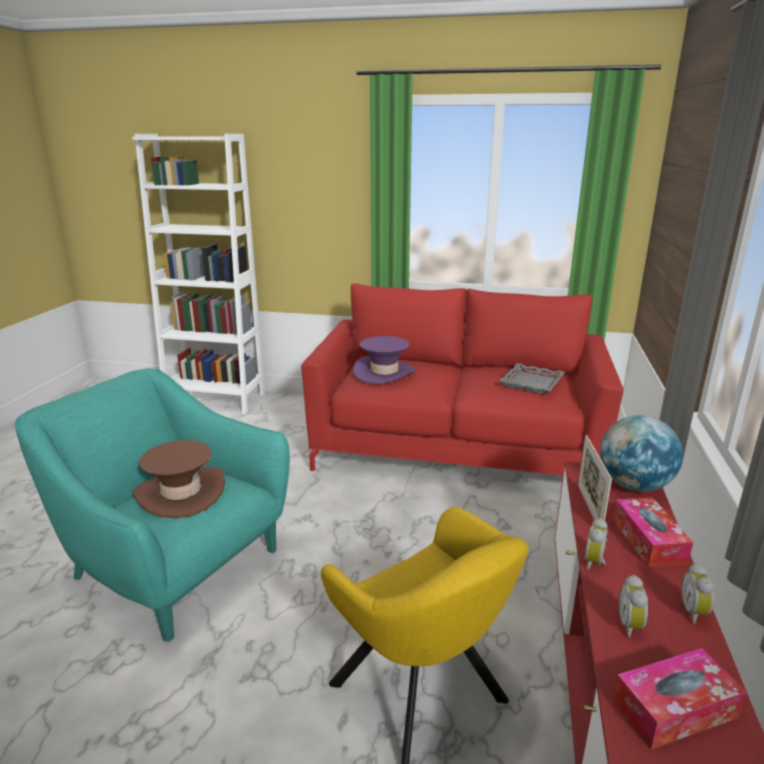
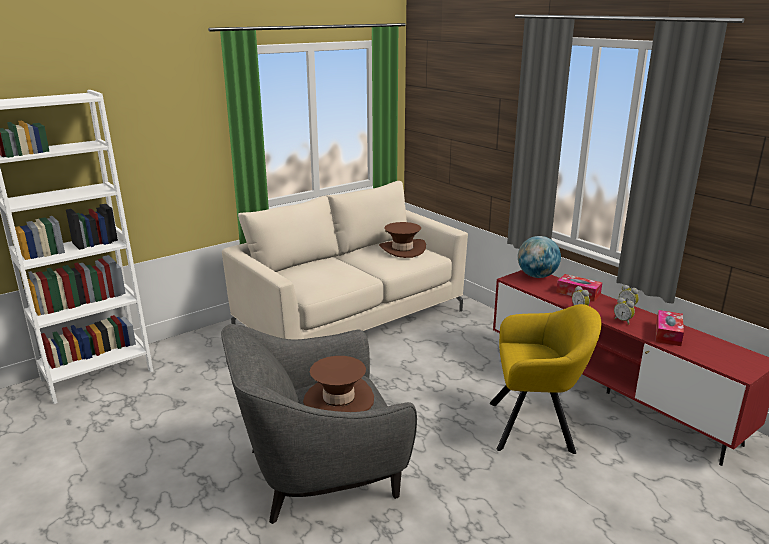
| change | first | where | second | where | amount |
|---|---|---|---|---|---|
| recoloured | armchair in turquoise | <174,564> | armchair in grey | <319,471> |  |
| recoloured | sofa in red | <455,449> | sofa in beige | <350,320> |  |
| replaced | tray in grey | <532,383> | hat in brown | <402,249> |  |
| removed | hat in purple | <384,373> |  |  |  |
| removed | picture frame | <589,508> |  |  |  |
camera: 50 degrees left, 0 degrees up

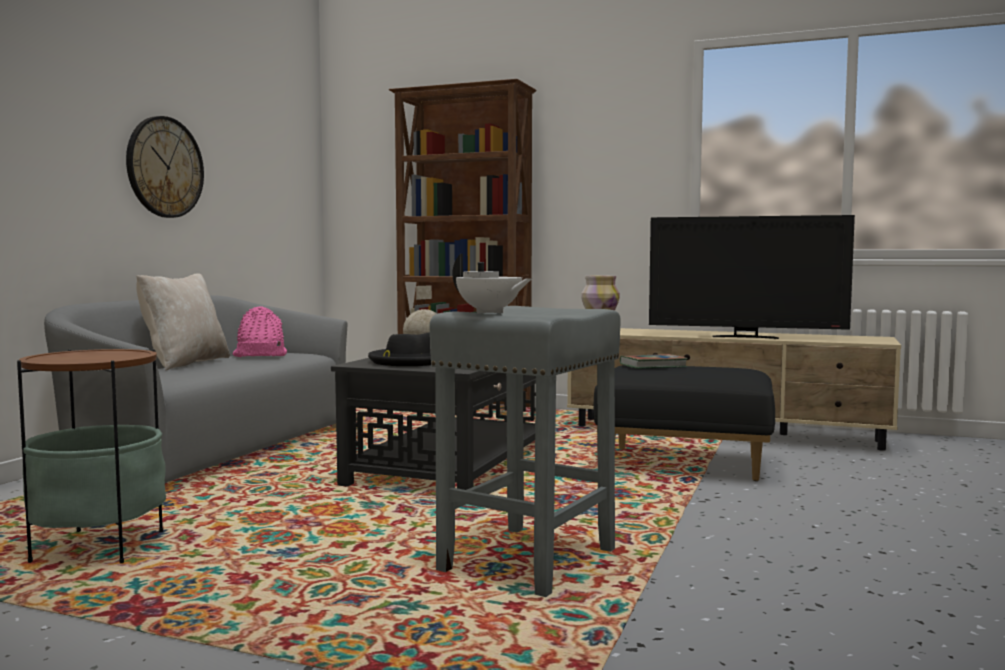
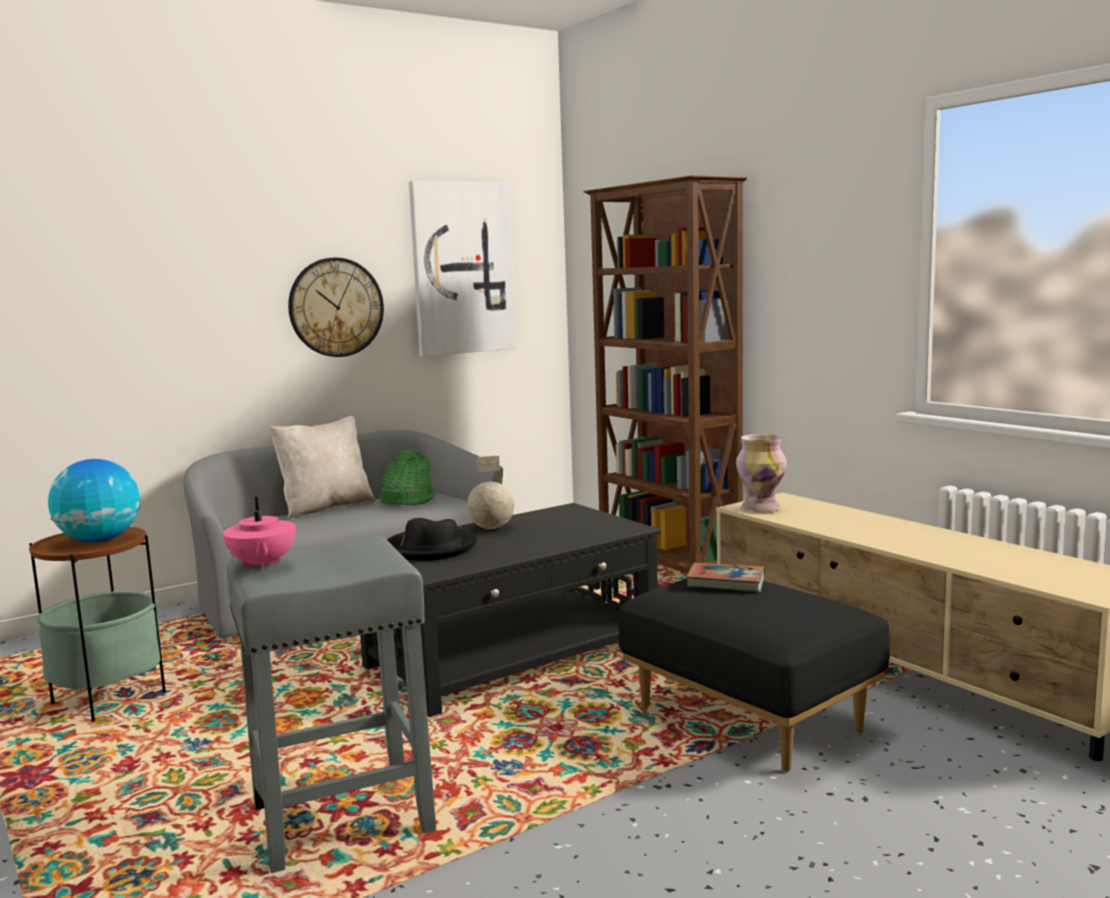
| change | first | where | second | where | amount |
|---|---|---|---|---|---|
| added |  |  | globe | <99,540> |  |
| recoloured | teapot in white | <489,312> | teapot in pink | <261,565> |  |
| recoloured | hat in pink | <259,356> | hat in green | <407,500> |  |
| added |  |  | picture | <463,268> |  |
| removed | television | <745,337> |  |  |  |
camera: 35 degrees right, 5 degrees up

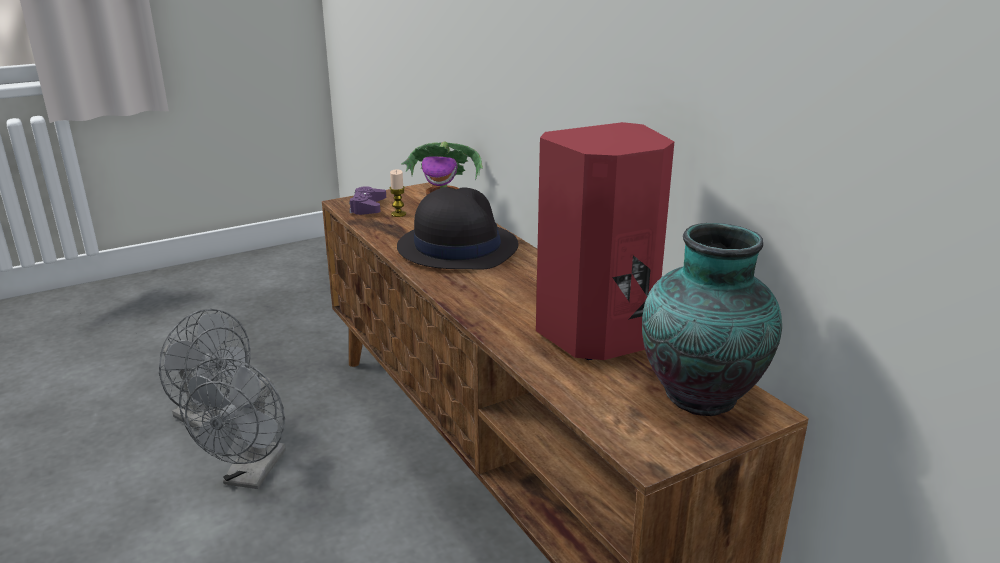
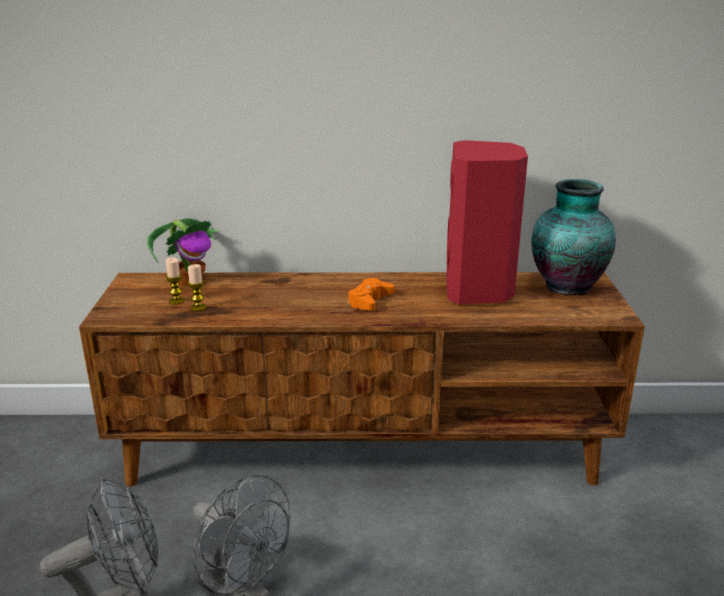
| change | first | where | second | where | amount |
|---|---|---|---|---|---|
| added |  |  | candle | <198,307> |  |
| added |  |  | game controller in orange | <369,301> |  |
| removed | game controller in purple | <368,207> |  |  |  |
| removed | hat in black | <457,247> |  |  |  |
camera: 60 degrees left, 0 degrees up

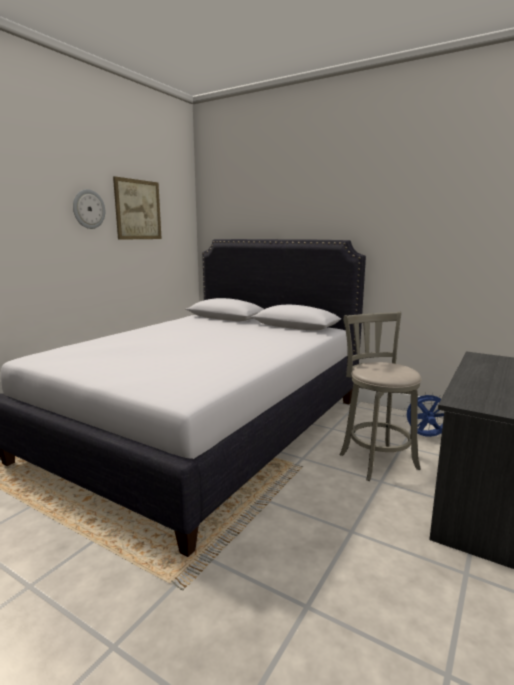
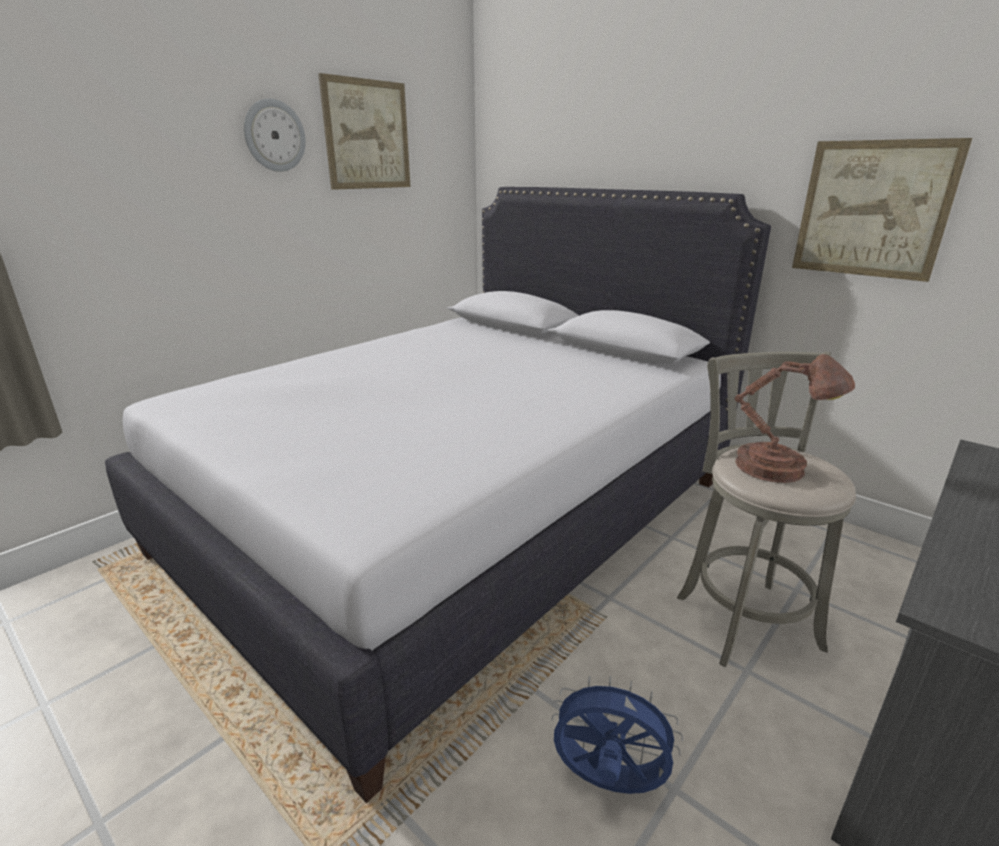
| change | first | where | second | where | amount |
|---|---|---|---|---|---|
| moved | fan in blue | <426,437> |  | <607,783> |  |
| added |  |  | table lamp in brown | <775,468> |  |
| added |  |  | picture | <872,209> |  |
camera: 10 degrees right, 10 degrees up

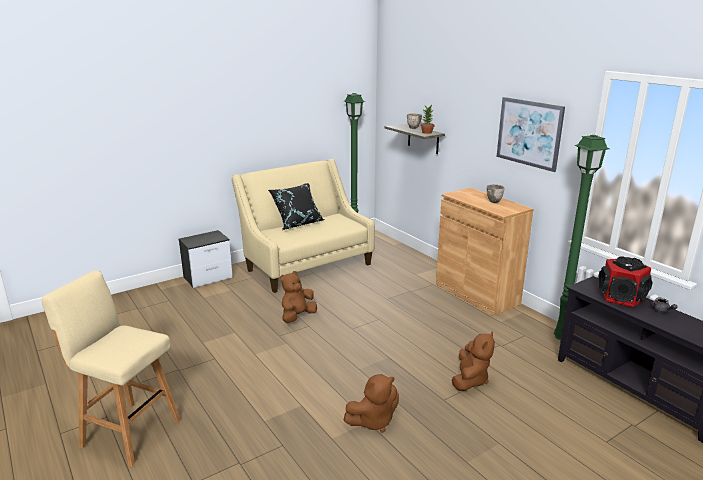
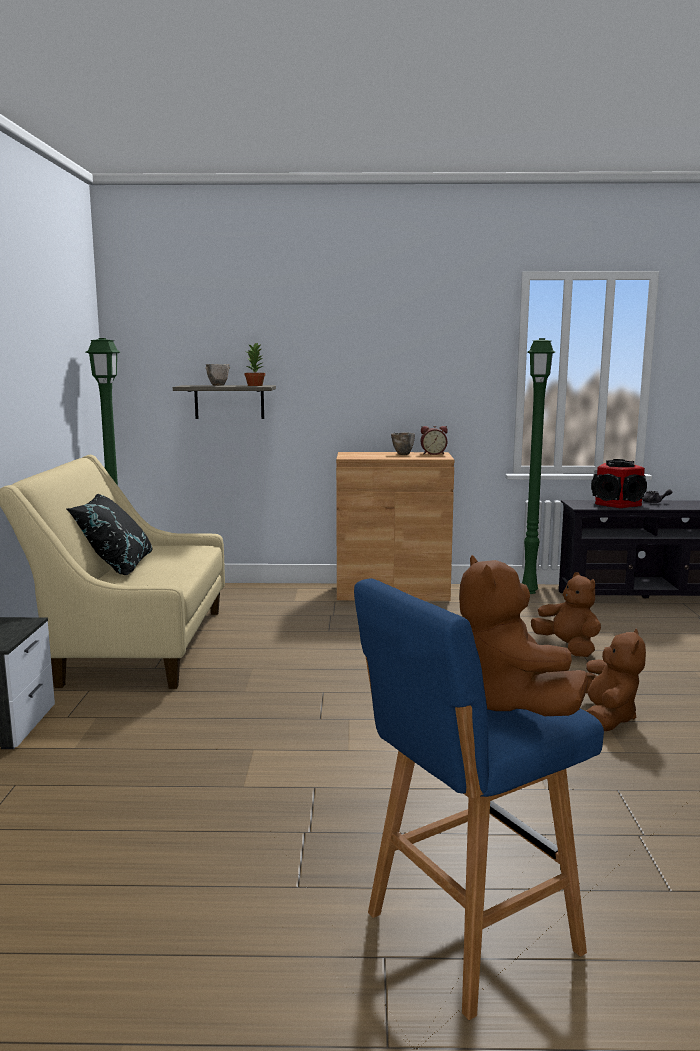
| change | first | where | second | where | amount |
|---|---|---|---|---|---|
| recoloured | stool in beige | <128,432> | stool in blue | <467,935> |  |
| added |  |  | alarm clock | <433,454> |  |
| moved | plush toy in brown | <297,317> |  | <509,705> |  |
| removed | picture | <529,133> |  |  |  |
camera: 55 degrees left, 10 degrees down

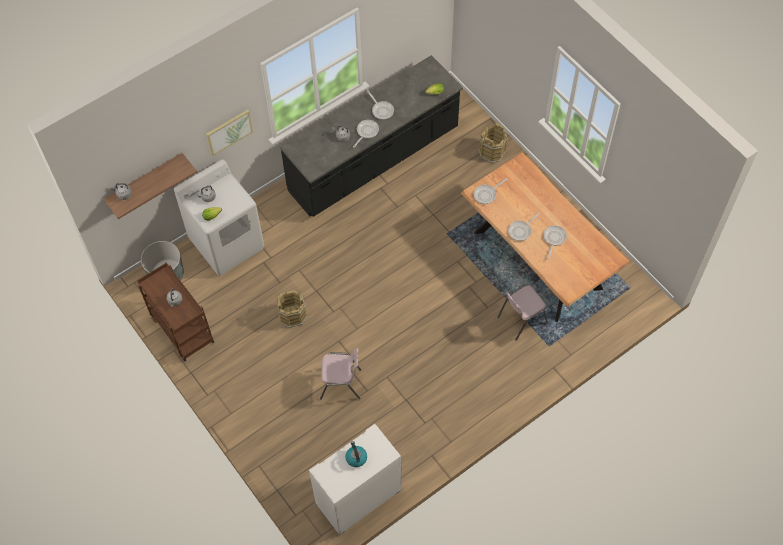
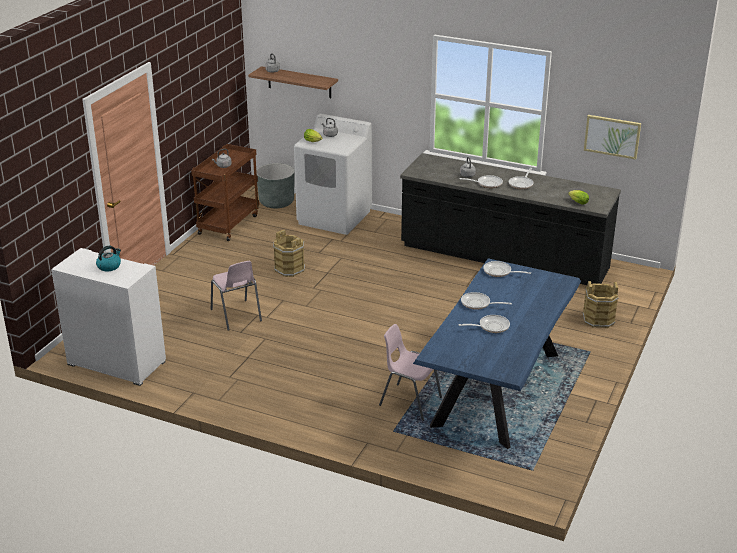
| change | first | where | second | where | amount |
|---|---|---|---|---|---|
| recoloured | dining table in brown | <537,260> | dining table in blue | <496,389> |  |
| moved | picture | <229,132> |  | <612,136> |  |
camera: 60 degrees right, 30 degrees down

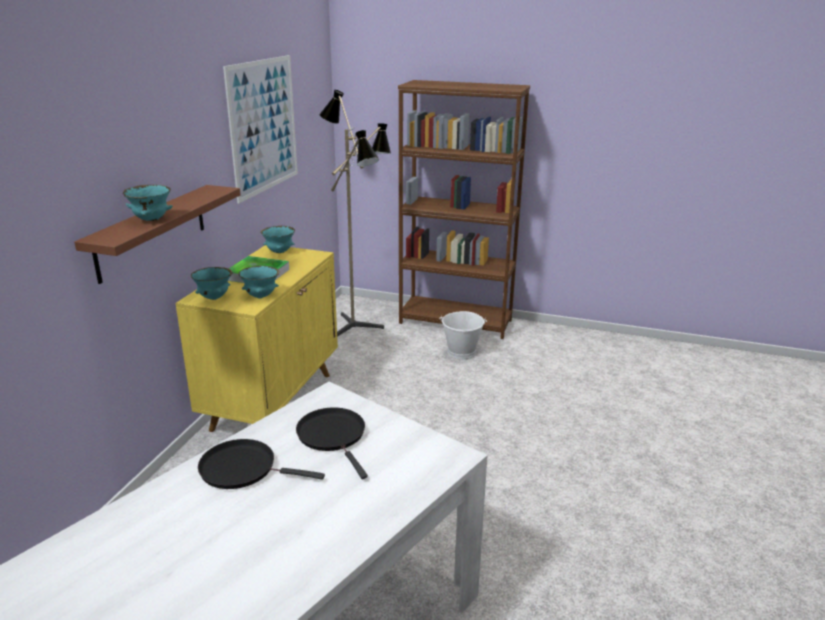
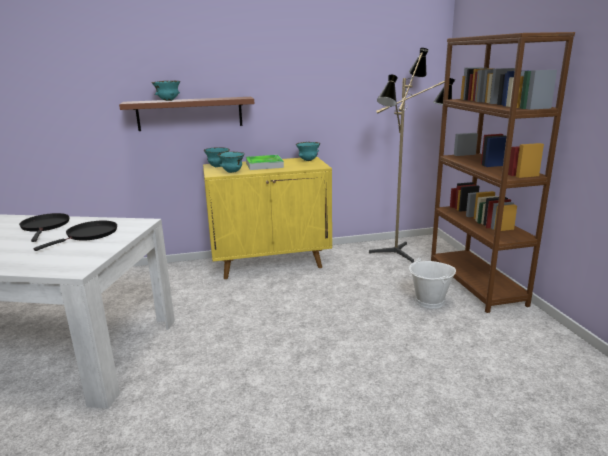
| change | first | where | second | where | amount |
|---|---|---|---|---|---|
| removed | picture | <263,126> |  |  |  |
camera: 60 degrees right, 5 degrees down

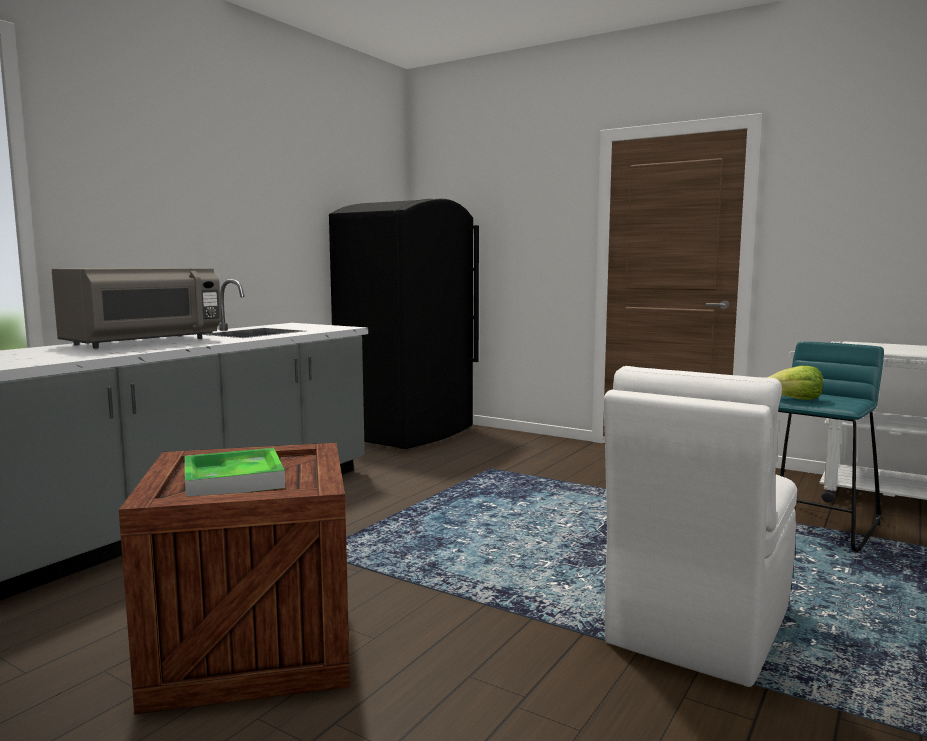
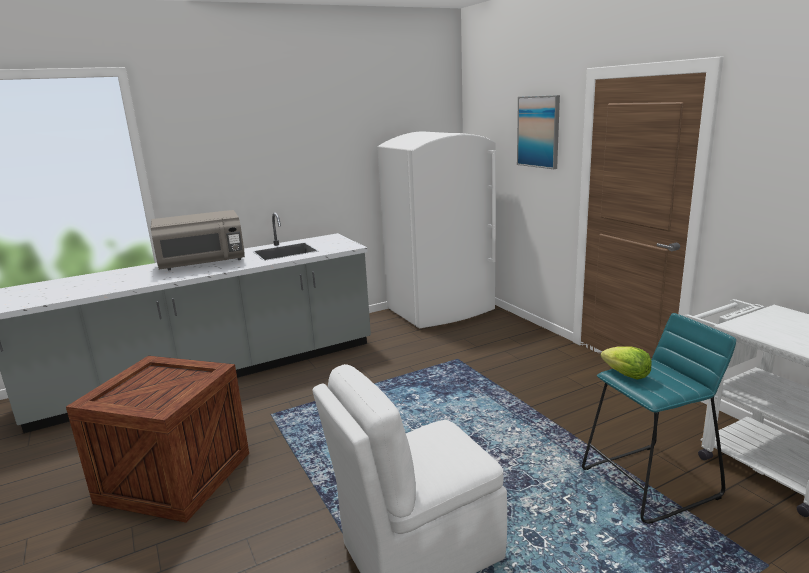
| change | first | where | second | where | amount |
|---|---|---|---|---|---|
| recoloured | fridge in black | <408,433> | fridge in white | <441,310> |  |
| added |  |  | picture | <538,131> |  |
| removed | tray | <233,480> |  |  |  |
camera: 30 degrees right, 10 degrees up

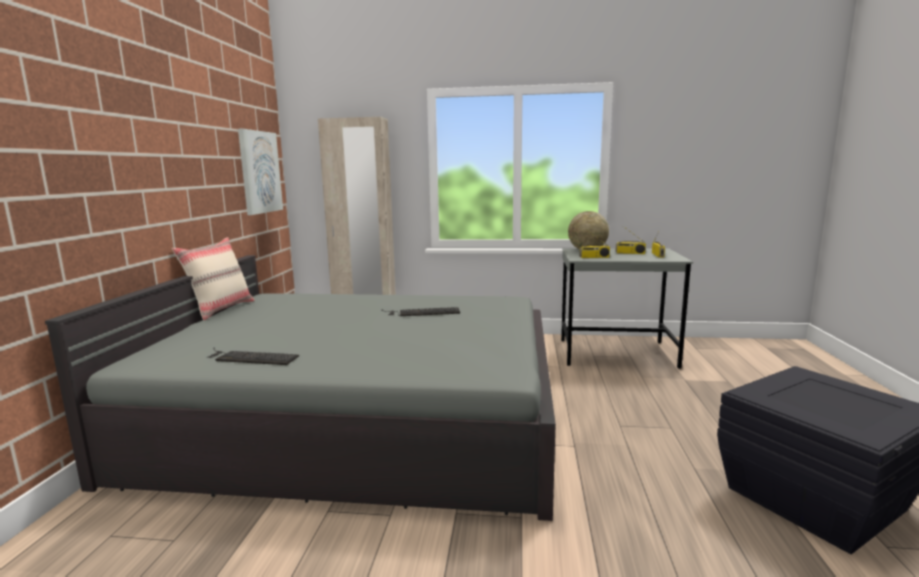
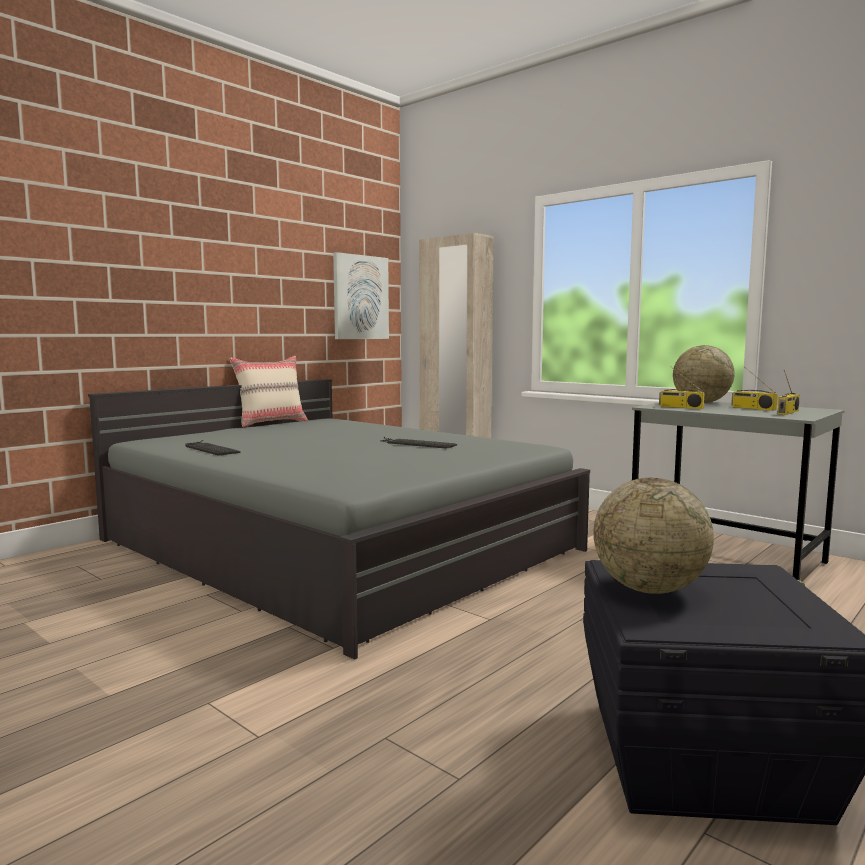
| change | first | where | second | where | amount |
|---|---|---|---|---|---|
| added |  |  | globe | <649,589> |  |
camera: 35 degrees right, 5 degrees down

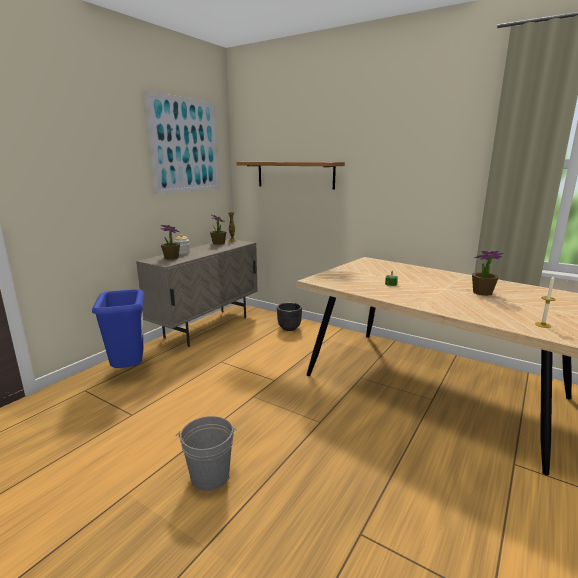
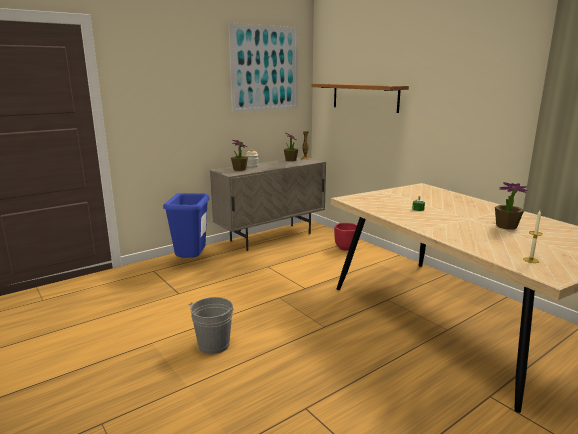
| change | first | where | second | where | amount |
|---|---|---|---|---|---|
| recoloured | planter in black | <289,328> | planter in red | <346,247> |  |
camera: 20 degrees right, 0 degrees up

